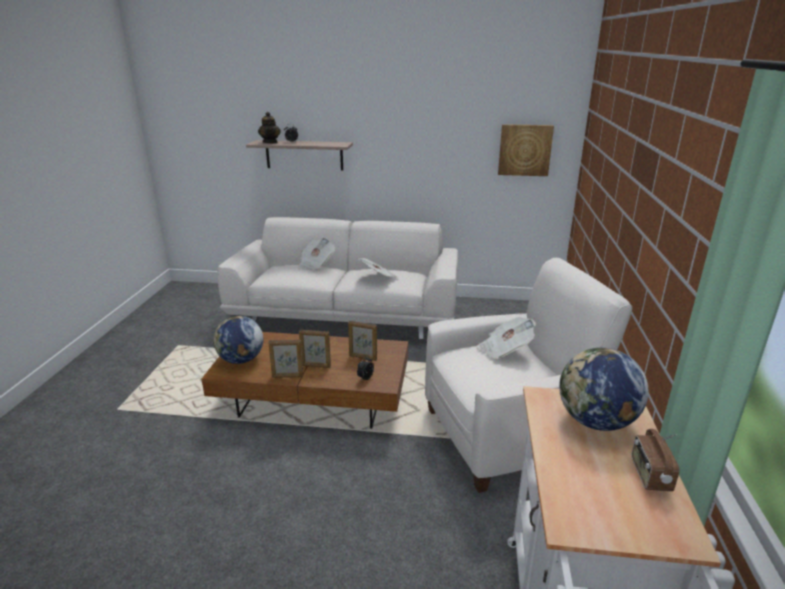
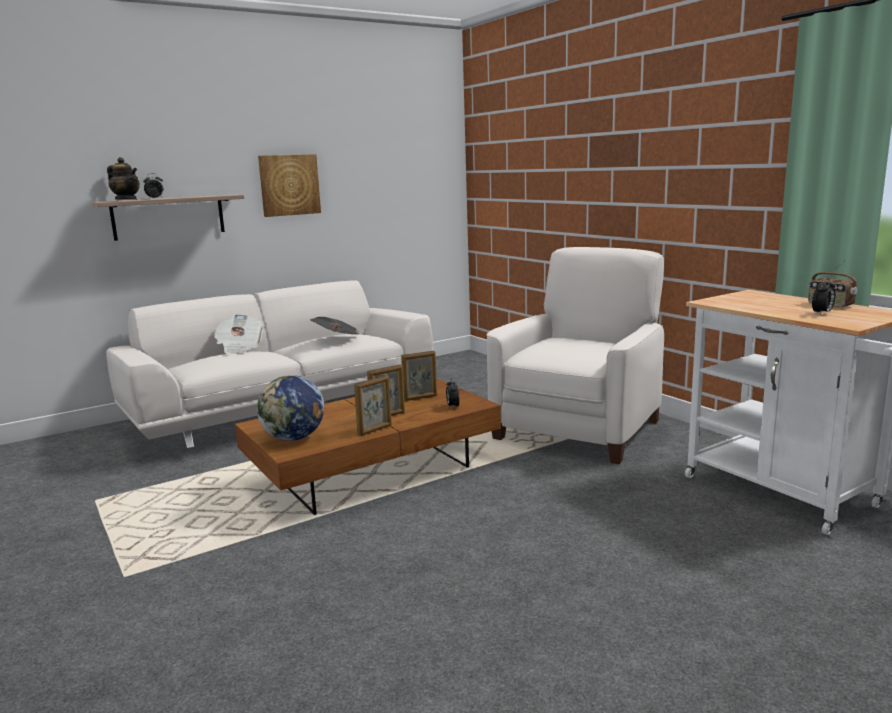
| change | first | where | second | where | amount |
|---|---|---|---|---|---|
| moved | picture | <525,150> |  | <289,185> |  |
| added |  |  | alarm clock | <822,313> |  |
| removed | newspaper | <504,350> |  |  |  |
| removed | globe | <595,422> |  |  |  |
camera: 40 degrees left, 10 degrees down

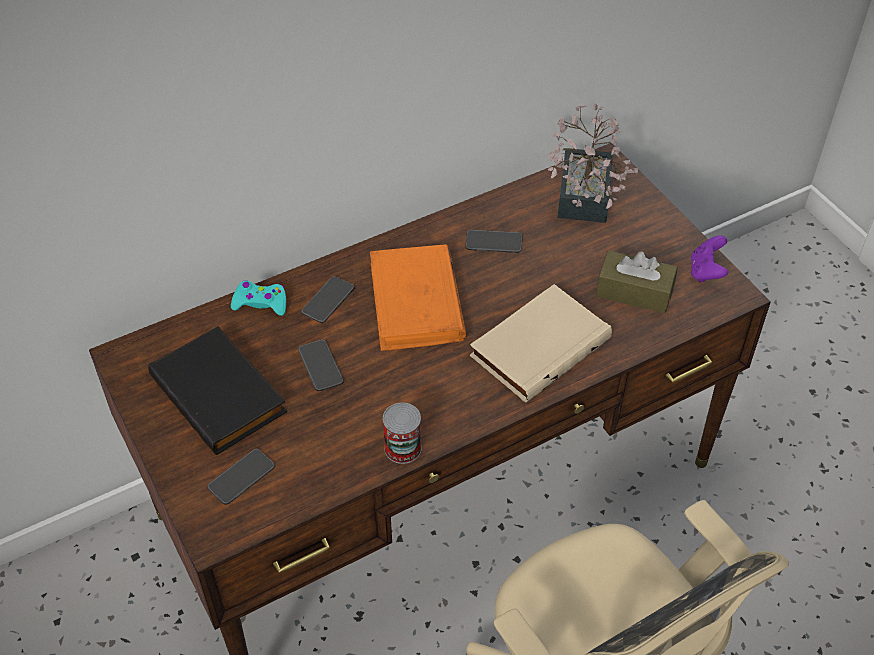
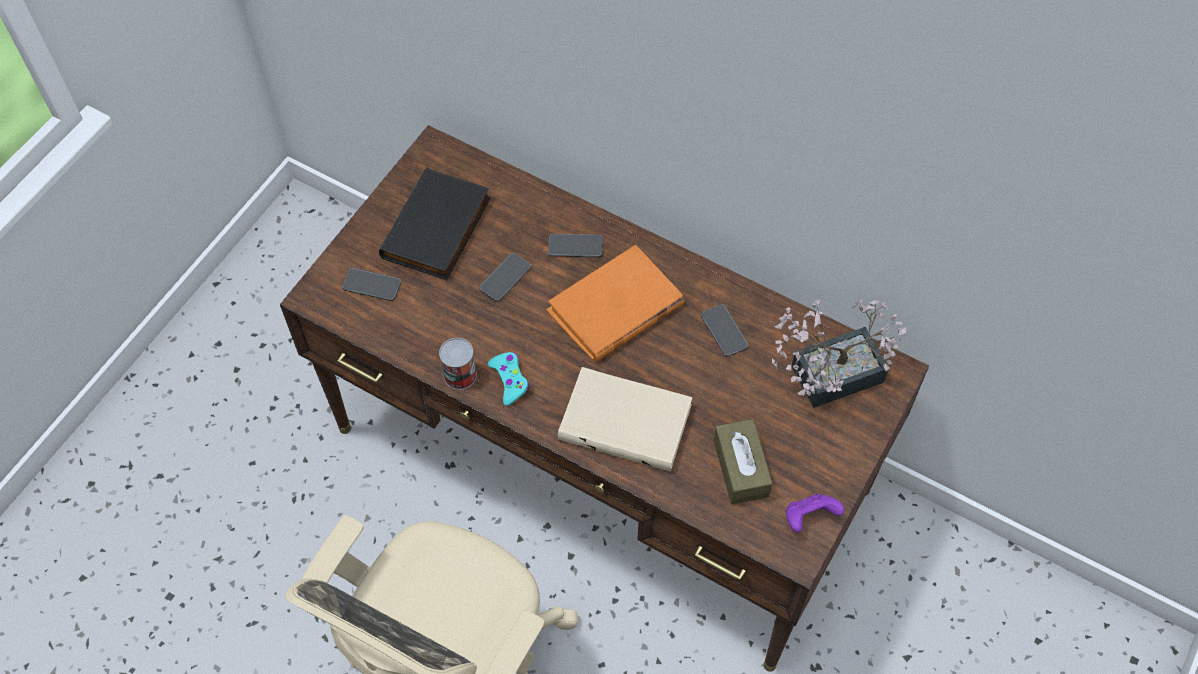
| change | first | where | second | where | amount |
|---|---|---|---|---|---|
| moved | game controller in turquoise | <260,303> |  | <510,380> |  |
camera: 60 degrees right, 10 degrees up

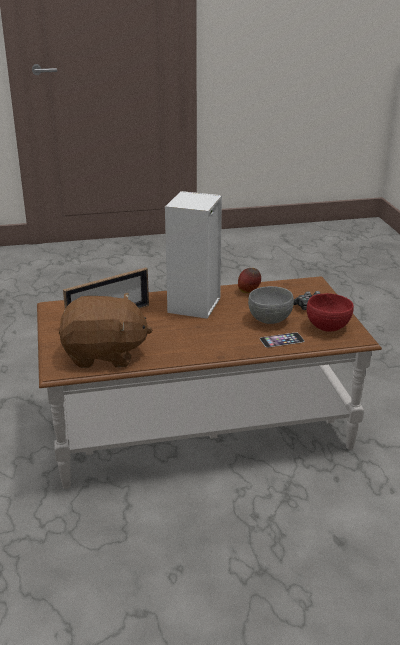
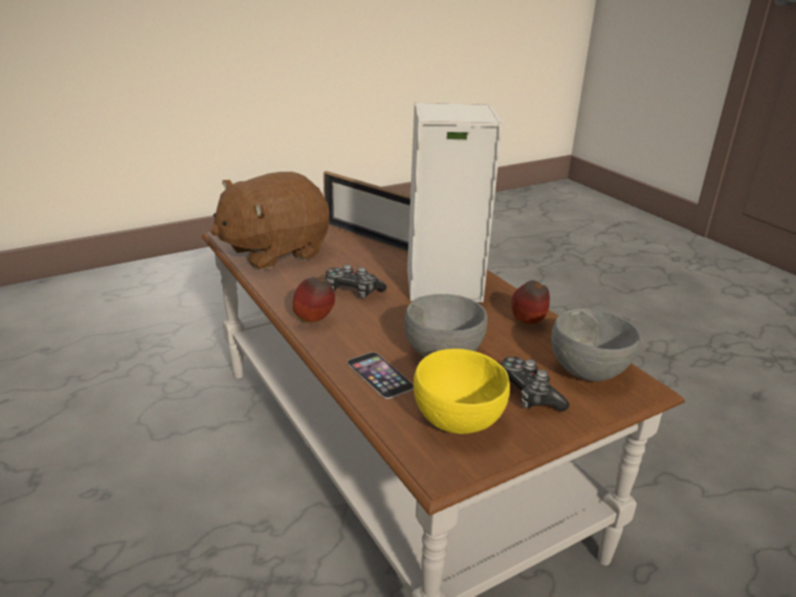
| change | first | where | second | where | amount |
|---|---|---|---|---|---|
| turned | plush toy in brown | <104,354> |  | <273,251> | 75 degrees clockwise |
| added |  |  | apple | <314,320> |  |
| added |  |  | game controller | <352,291> |  |
| recoloured | bowl in red | <327,327> | bowl in yellow | <456,420> |  |
| added |  |  | bowl in grey | <586,371> |  |
camera: 70 degrees right, 0 degrees up

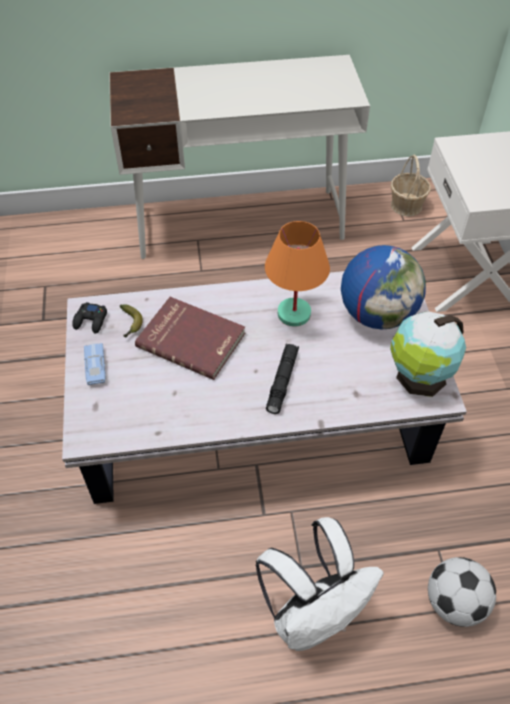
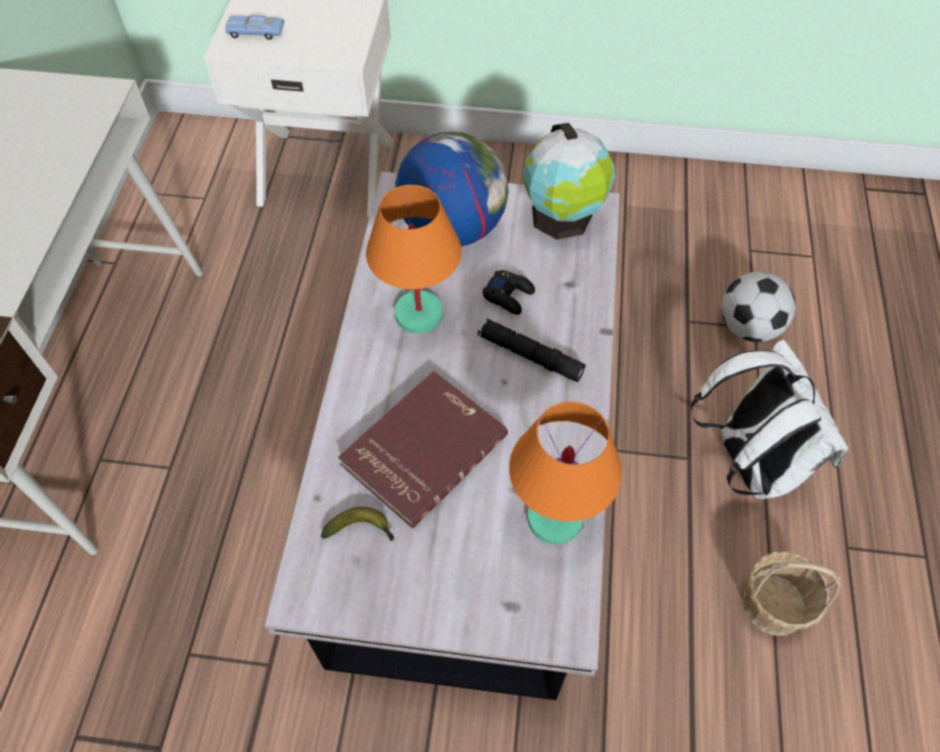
| change | first | where | second | where | amount |
|---|---|---|---|---|---|
| moved | toy car in blue | <96,367> |  | <255,32> |  |
| moved | game controller in black | <91,321> |  | <509,295> |  |
| added |  |  | table lamp in orange | <556,518> |  |
| moved | basket | <406,205> |  | <773,604> |  |
camera: 75 degrees left, 5 degrees up

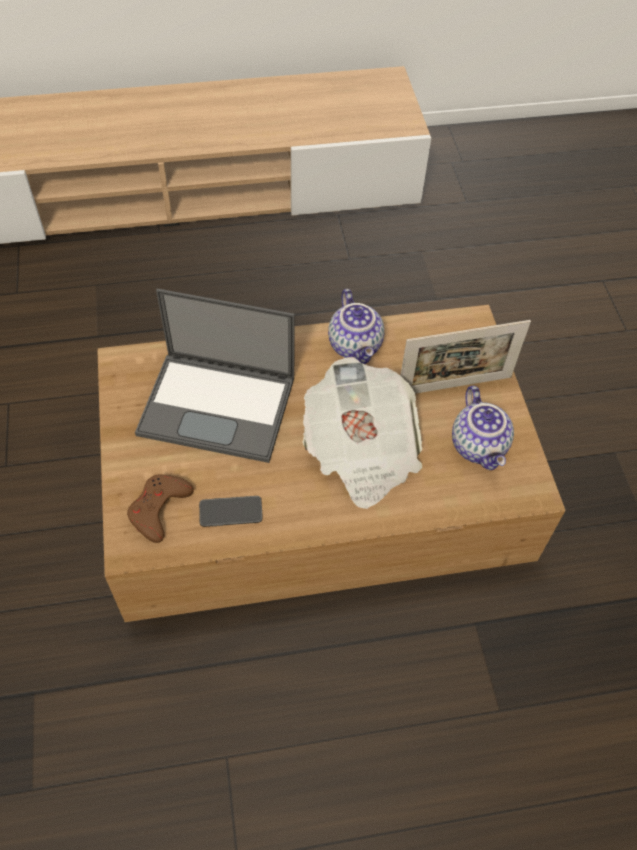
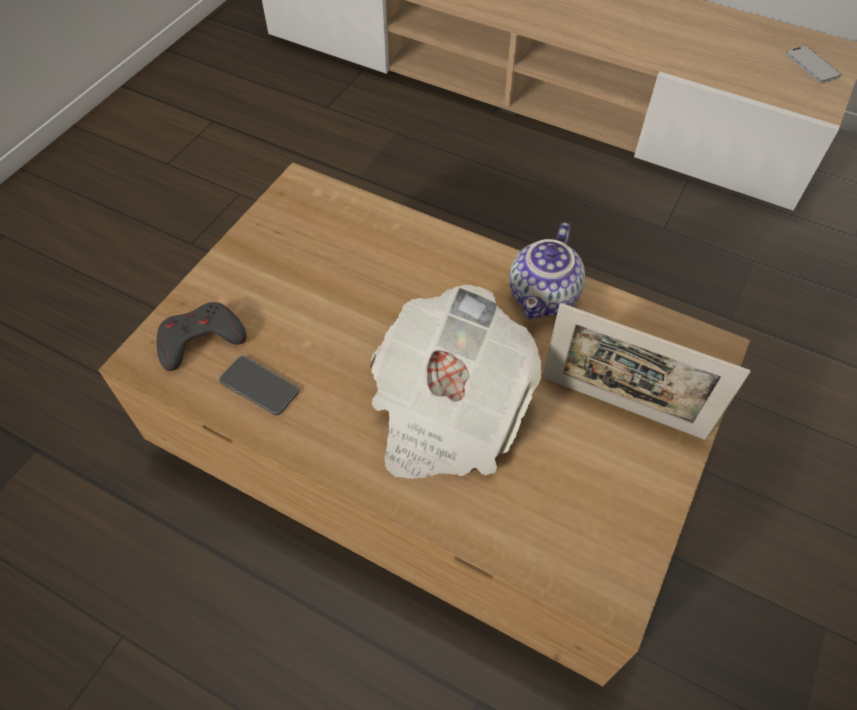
| change | first | where | second | where | amount |
|---|---|---|---|---|---|
| recoloured | game controller in brown | <159,509> | game controller in grey | <200,339> |  |
| added |  |  | phone | <812,65> |  |
| removed | laptop | <219,406> |  |  |  |
| removed | teapot | <480,446> |  |  |  |
camera: 40 degrees right, 0 degrees up

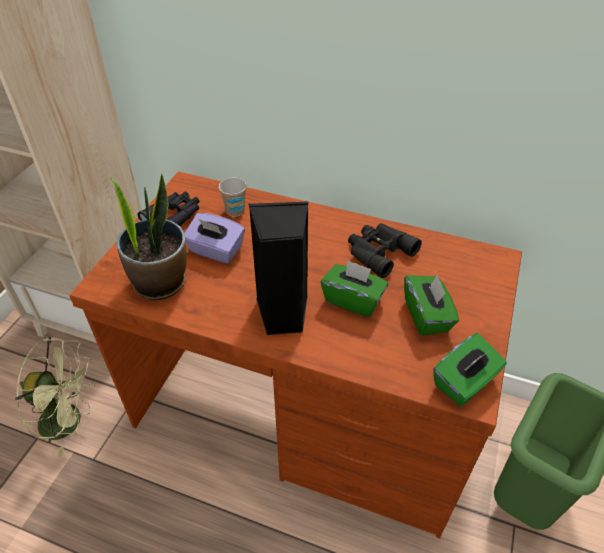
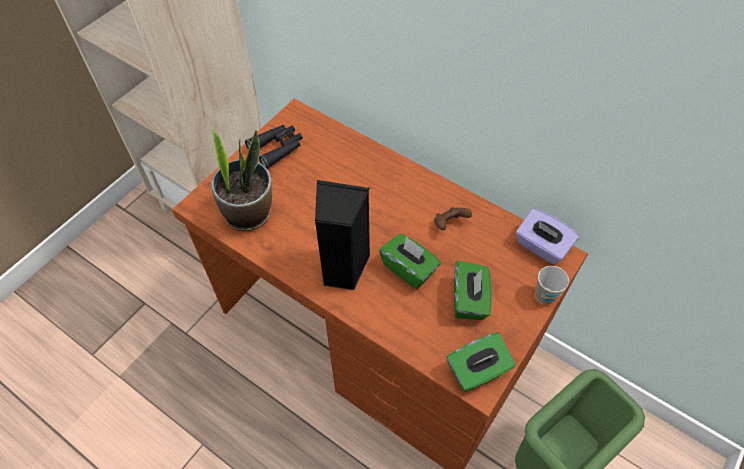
| change | first | where | second | where | amount |
|---|---|---|---|---|---|
| replaced | binoculars in black | <378,252> | game controller in brown | <449,224> |  |
| moved | tissue box in purple | <215,251> |  | <541,247> |  |
| moved | cup | <235,210> |  | <545,295> |  |
| removed | fan in green | <70,420> |  |  |  |
camera: 15 degrees right, 10 degrees up

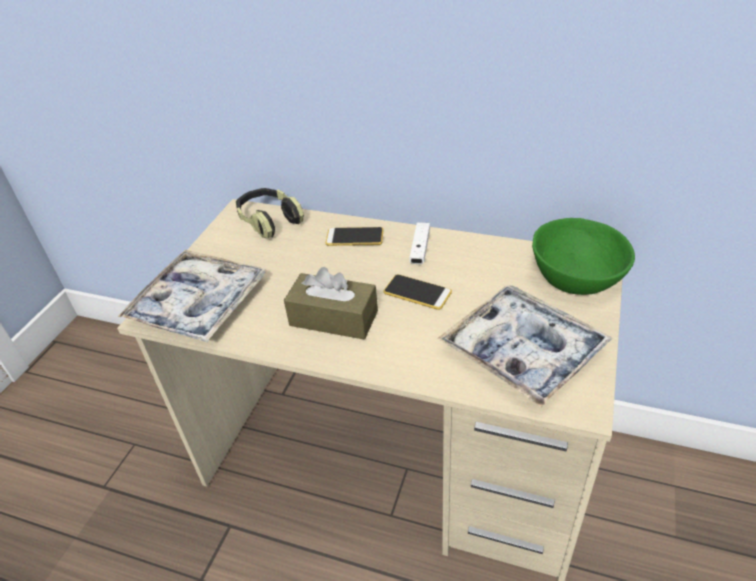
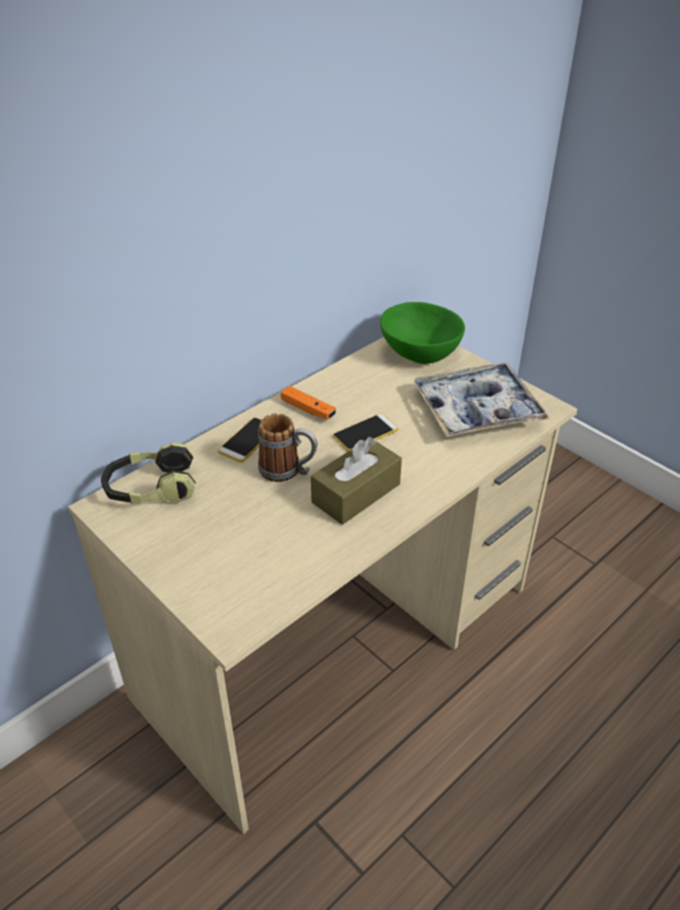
| change | first | where | second | where | amount |
|---|---|---|---|---|---|
| added |  |  | mug | <288,471> |  |
| recoloured | game controller in white | <420,249> | game controller in orange | <308,409> |  |
| removed | tray | <198,304> |  |  |  |
camera: 65 degrees left, 0 degrees up

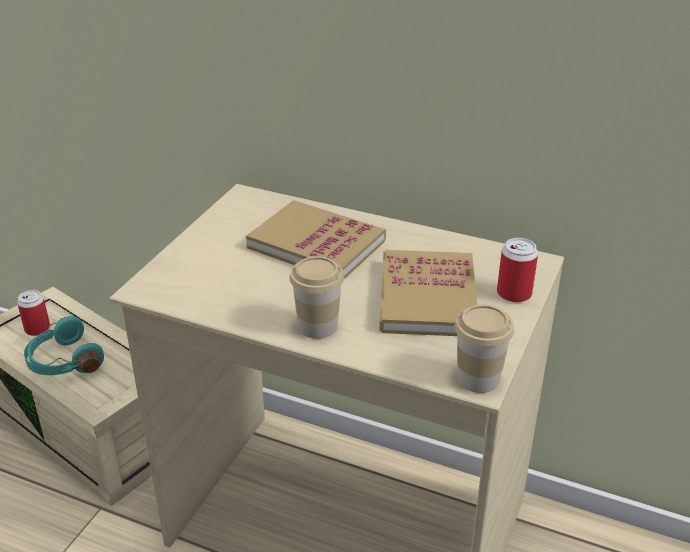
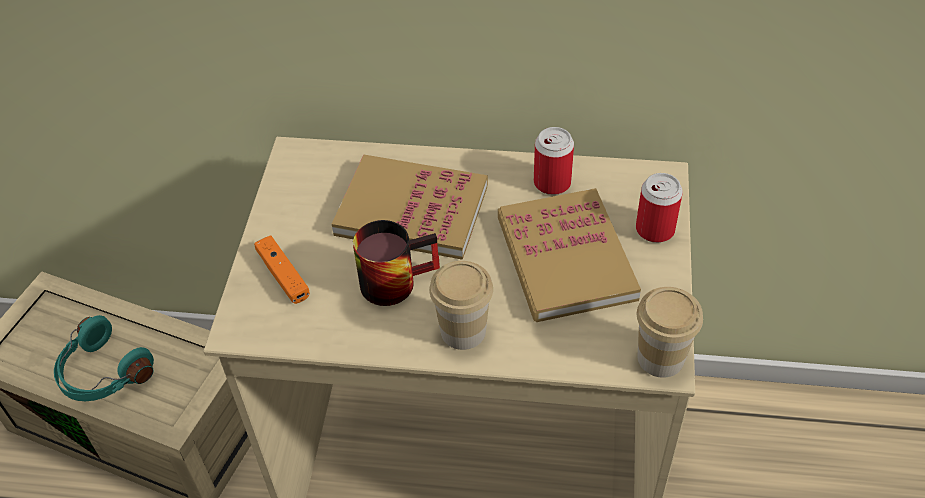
| change | first | where | second | where | amount |
|---|---|---|---|---|---|
| added |  |  | game controller in orange | <283,275> |  |
| added |  |  | mug | <395,278> |  |
| moved | can | <37,329> |  | <552,182> |  |
camera: 15 degrees left, 15 degrees up

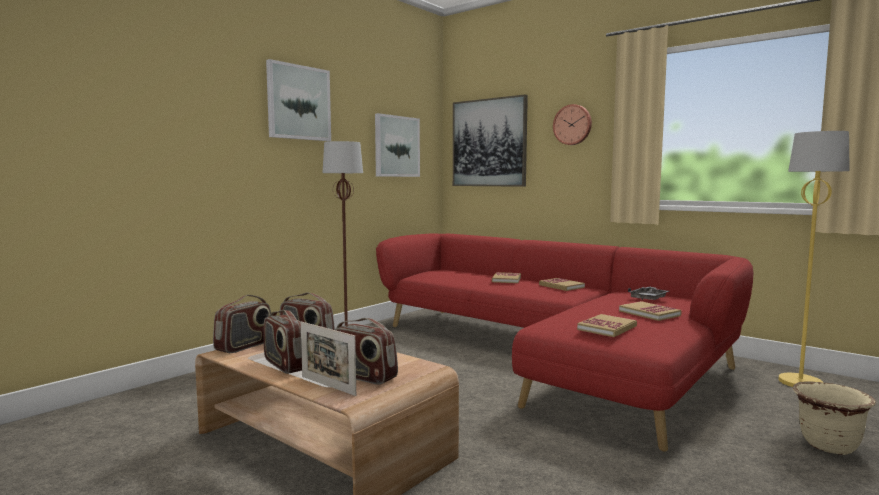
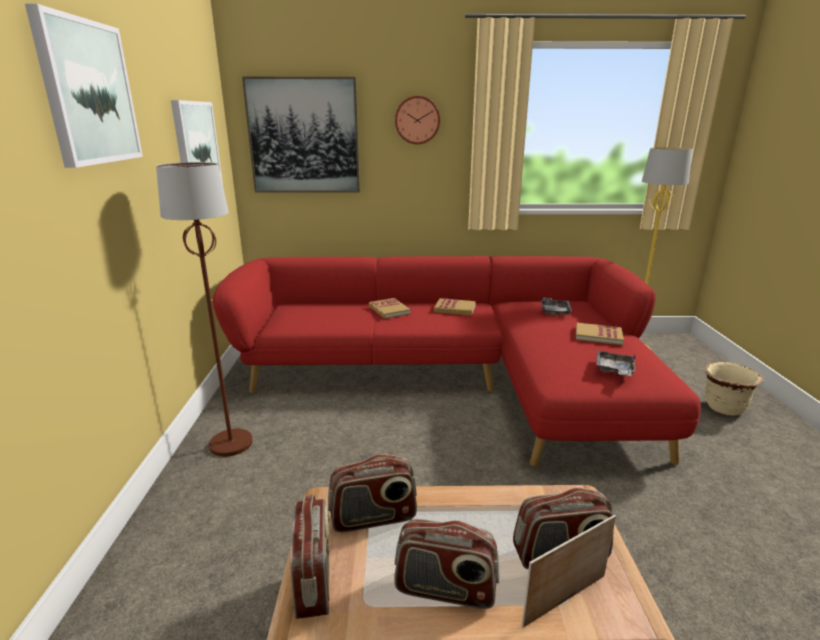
| change | first | where | second | where | amount |
|---|---|---|---|---|---|
| turned | picture frame | <328,385> |  | <565,600> | 150 degrees clockwise |
| replaced | book | <607,328> | tray in grey | <614,370> |  |
camera: 40 degrees left, 15 degrees up

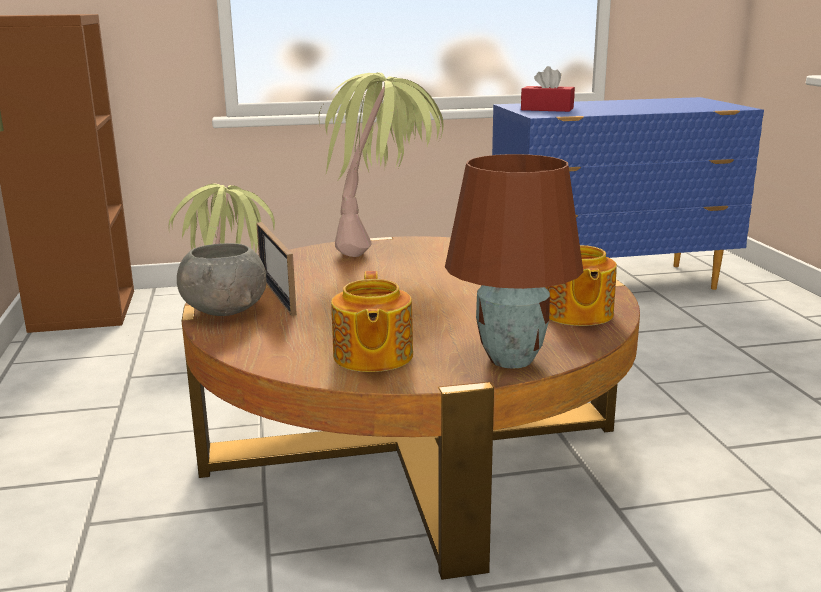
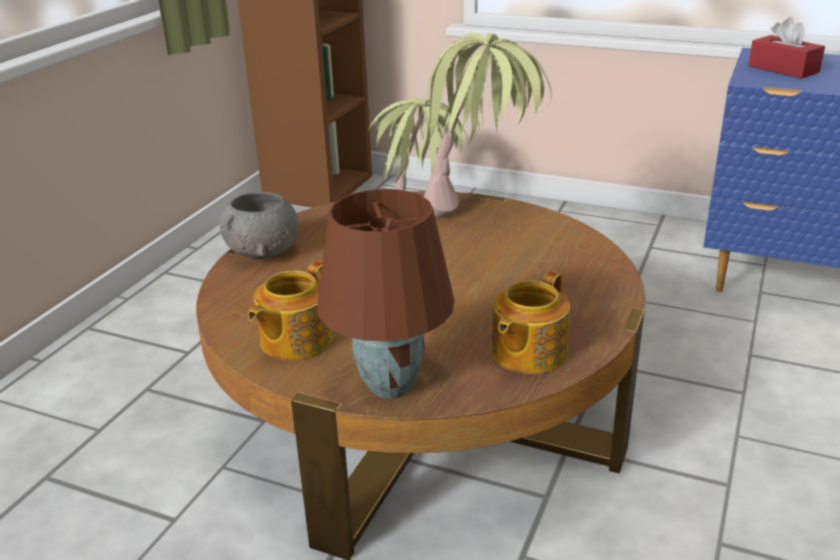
| change | first | where | second | where | amount |
|---|---|---|---|---|---|
| removed | picture frame | <277,294> |  |  |  |
camera: 35 degrees right, 10 degrees up

